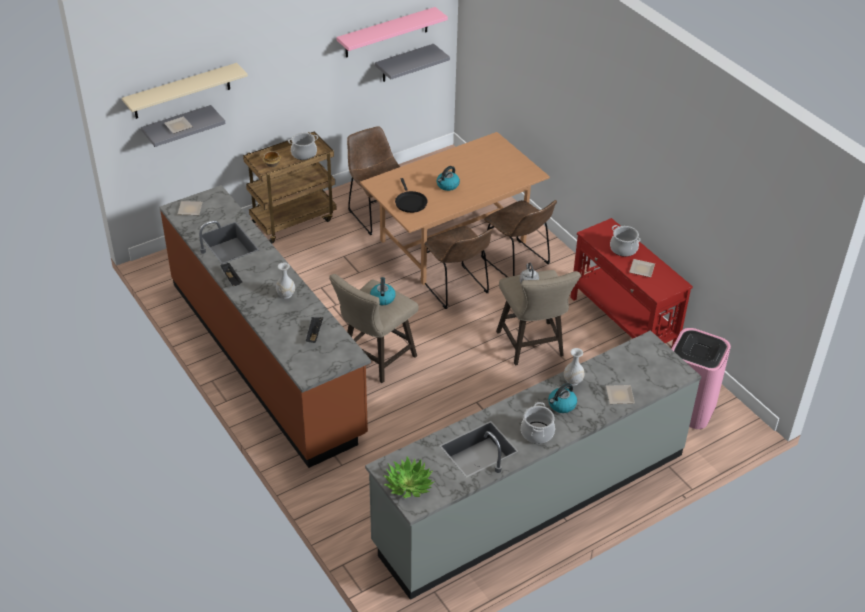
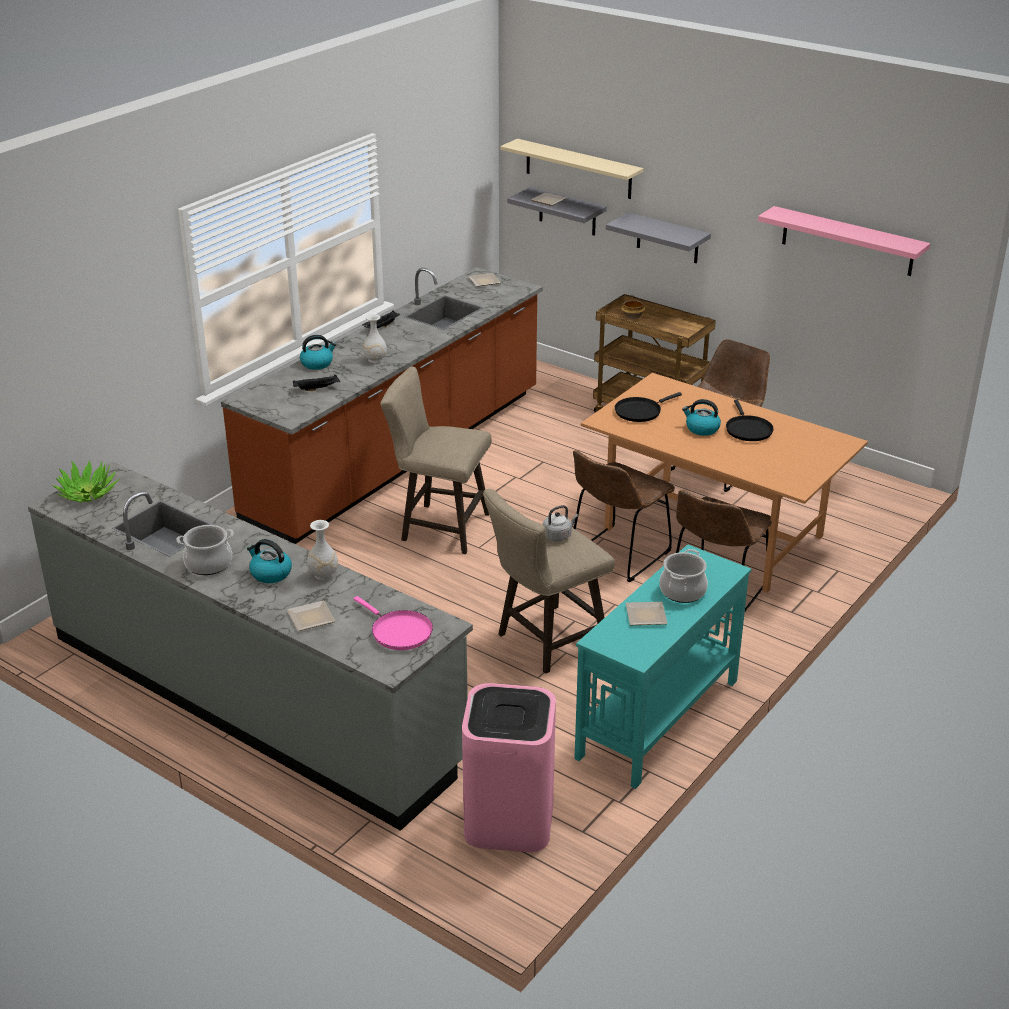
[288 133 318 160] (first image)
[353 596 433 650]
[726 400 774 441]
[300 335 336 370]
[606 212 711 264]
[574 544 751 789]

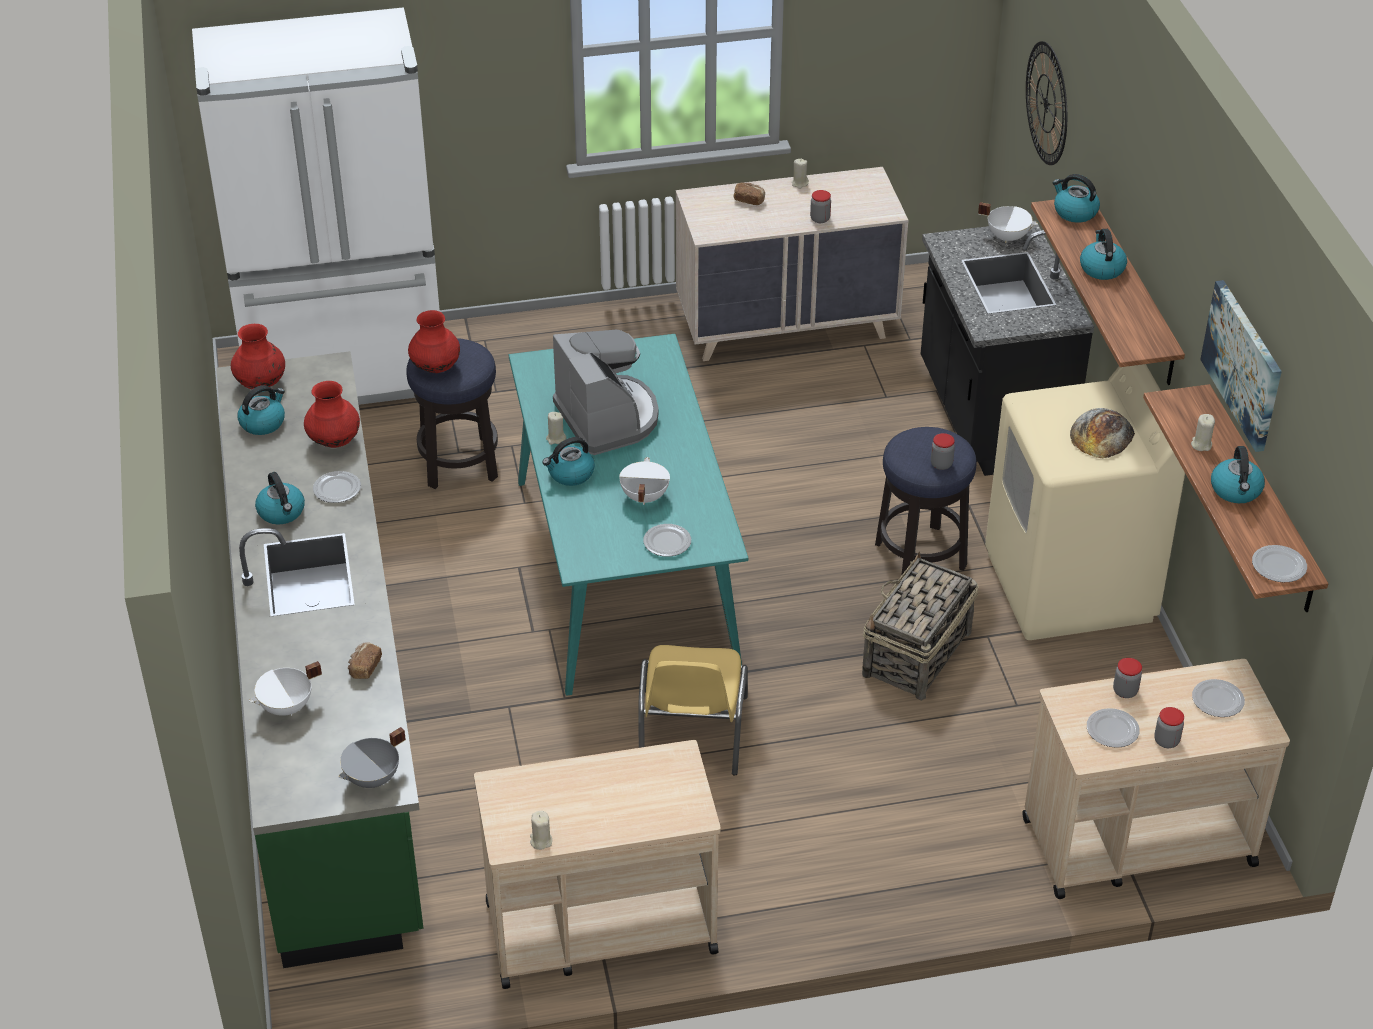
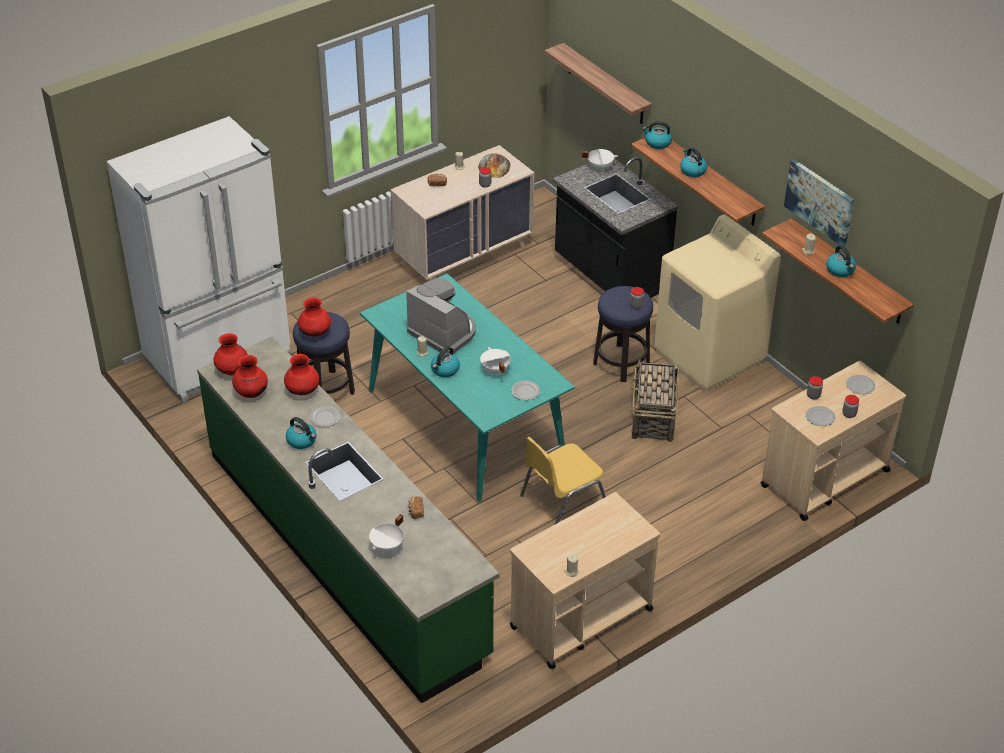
[339 727 406 788] (first image)
[1252 545 1307 582] (first image)
[478 153 510 178]
[232 355 268 398]
[544 43 651 124]
[520 437 606 524]

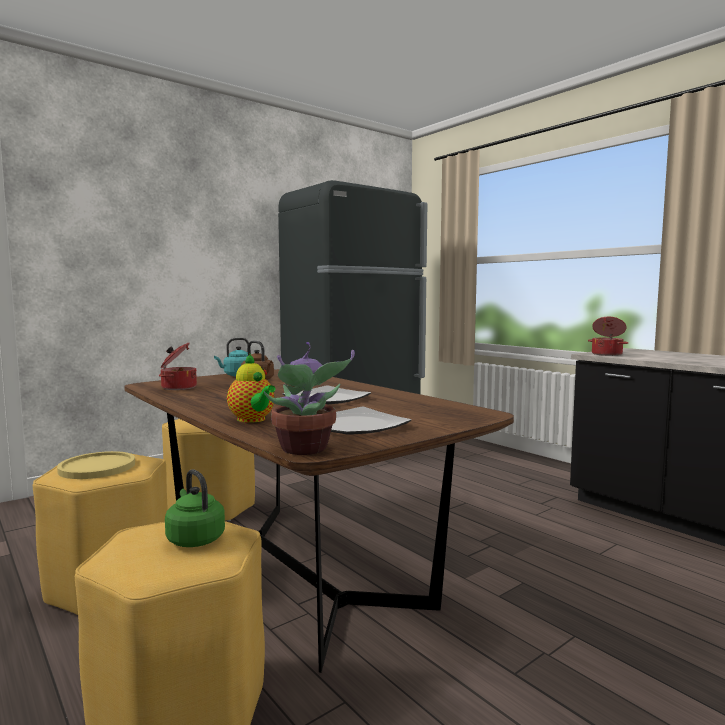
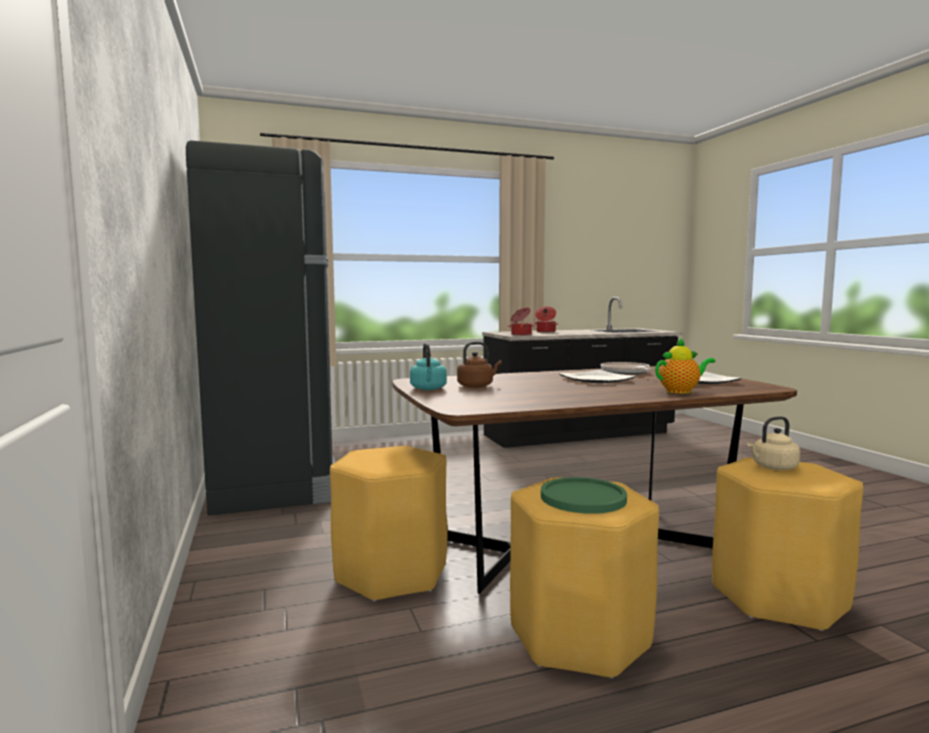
[264 342 355 455] (first image)
[601 362 651 374]
[534 306 558 333]
[541 477 627 514]
[747 416 800 470]

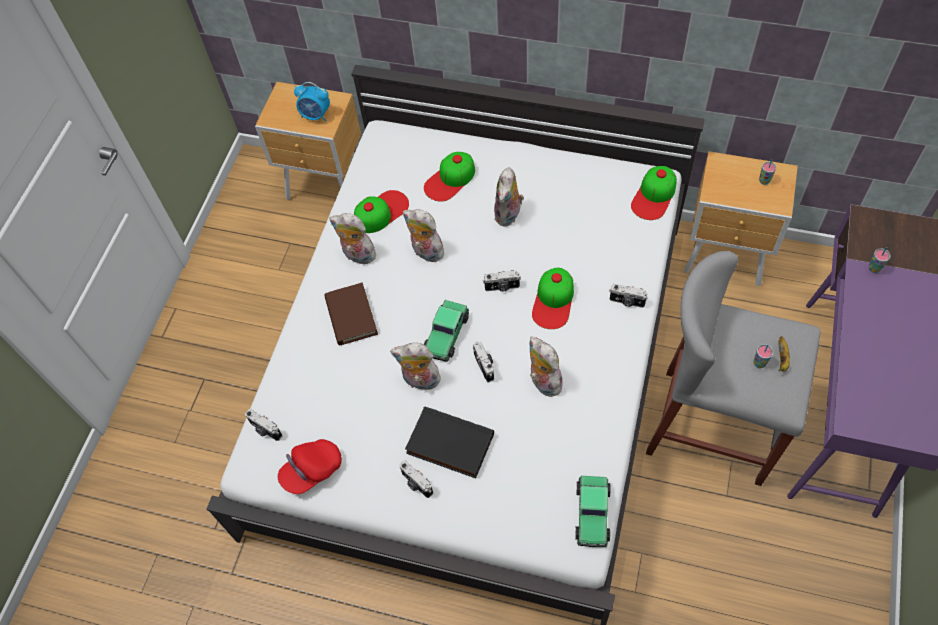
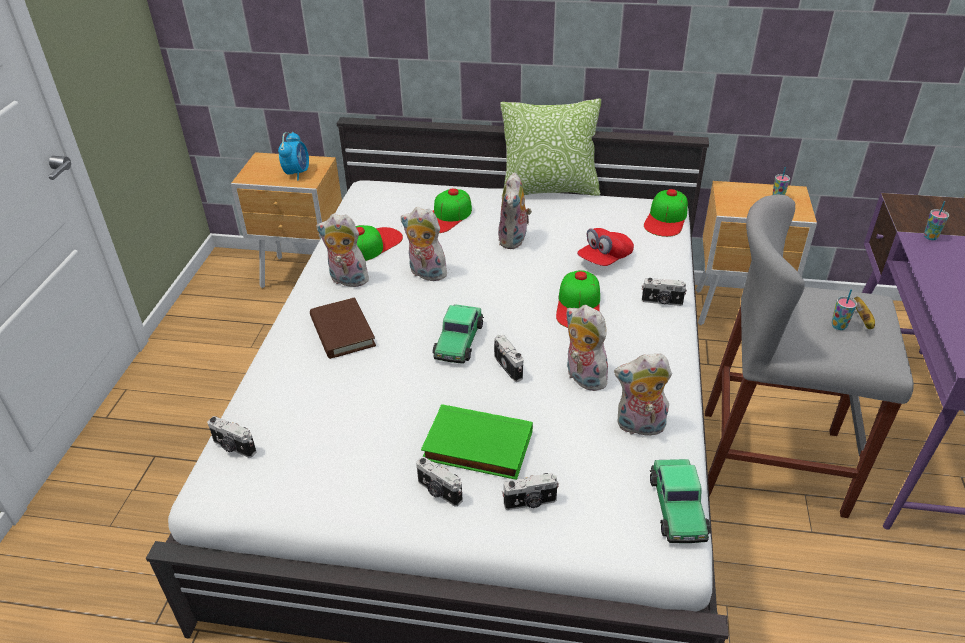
[501 99 601 196]
[577 228 634 266]
[614 354 672 436]
[502 473 559 510]
[421 404 533 480]
[278 132 309 181]

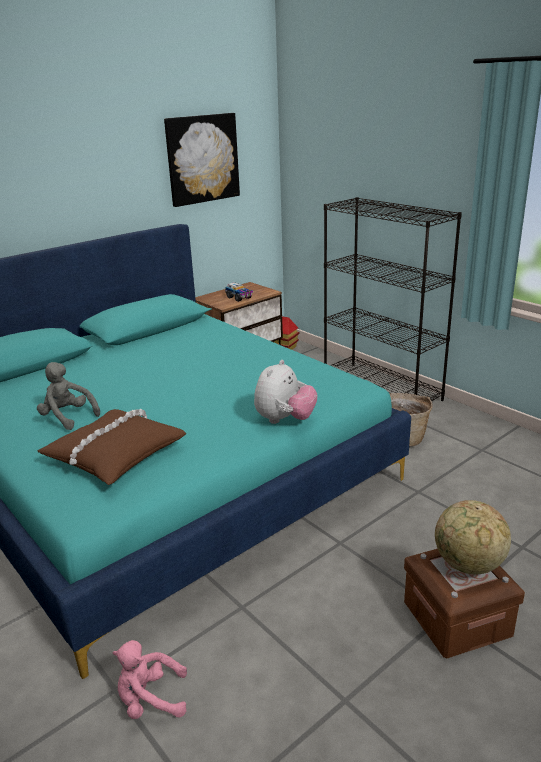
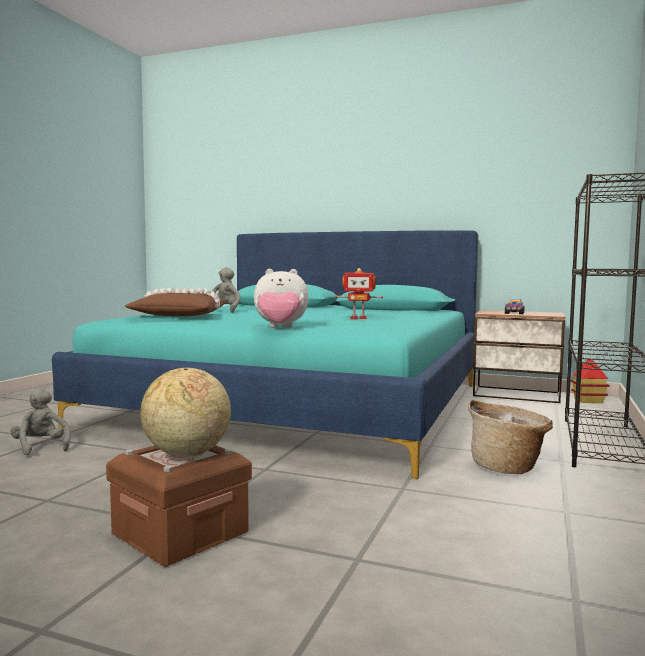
[164 113 240 207] (first image)
[335 268 383 319]
[10 388 71 456]

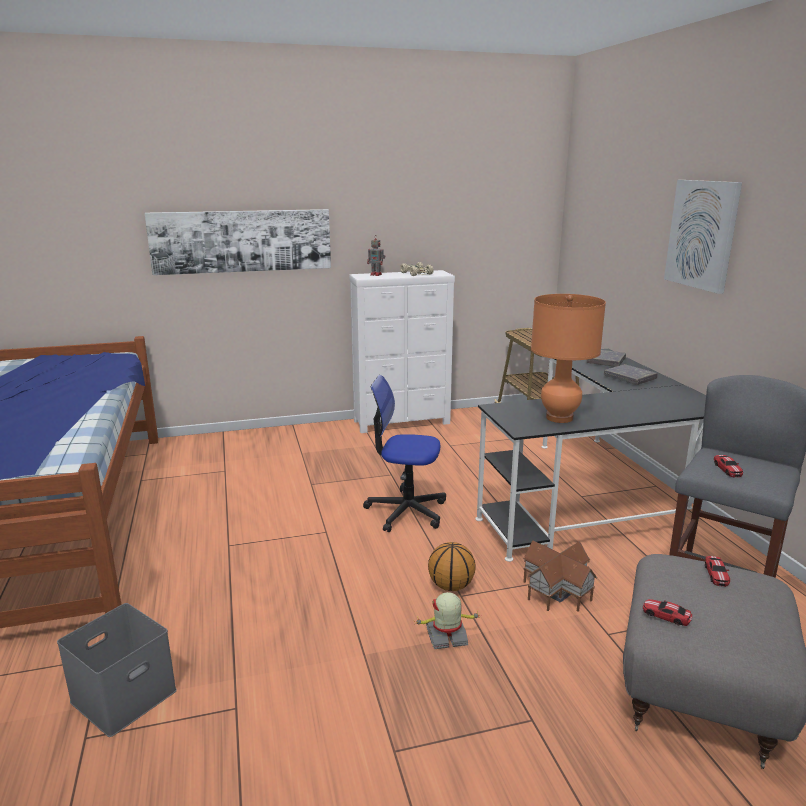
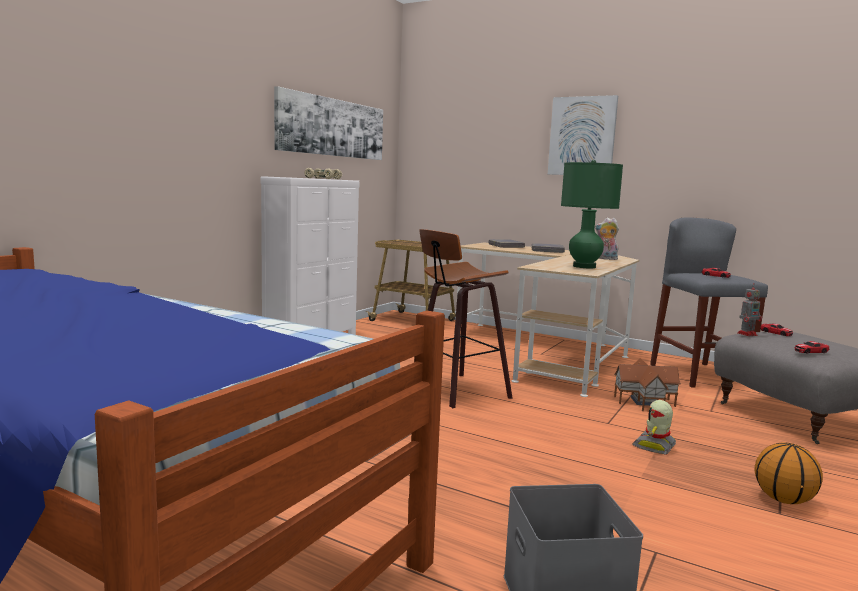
[595 218 619 260]
[274 86 383 160]
[737 283 762 336]
[755 442 823 504]
[419 229 513 408]
[457 243 639 397]
[561 160 623 268]

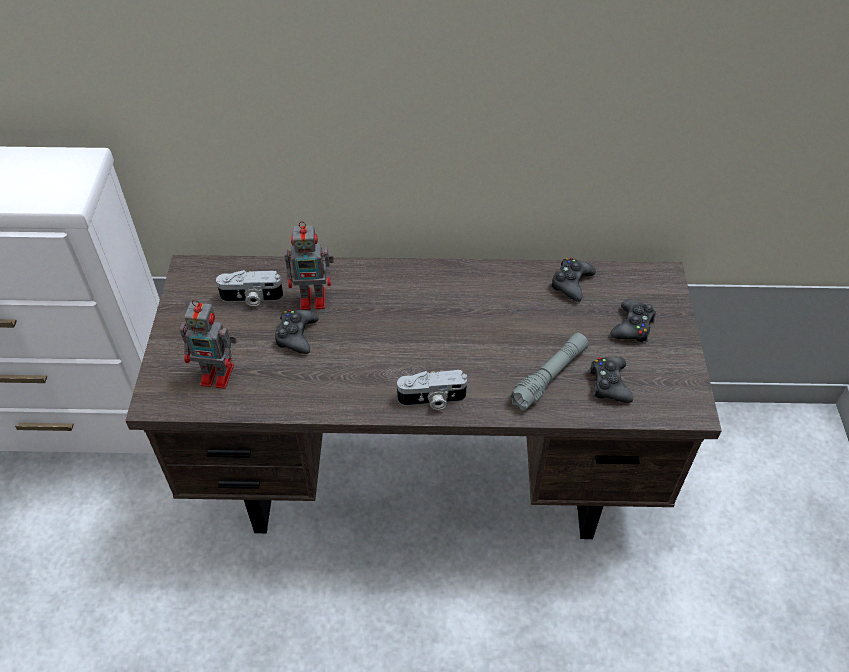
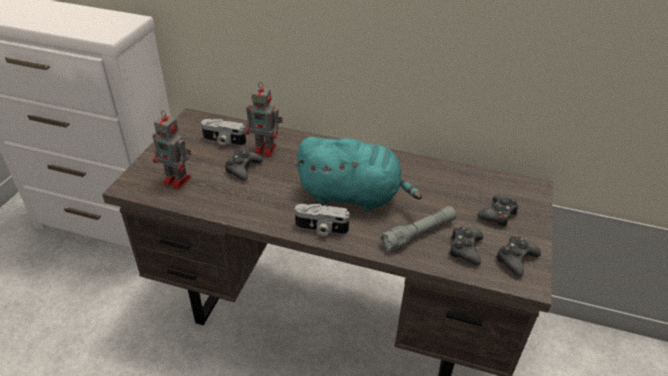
[295 137 422 211]
[496 236 541 277]

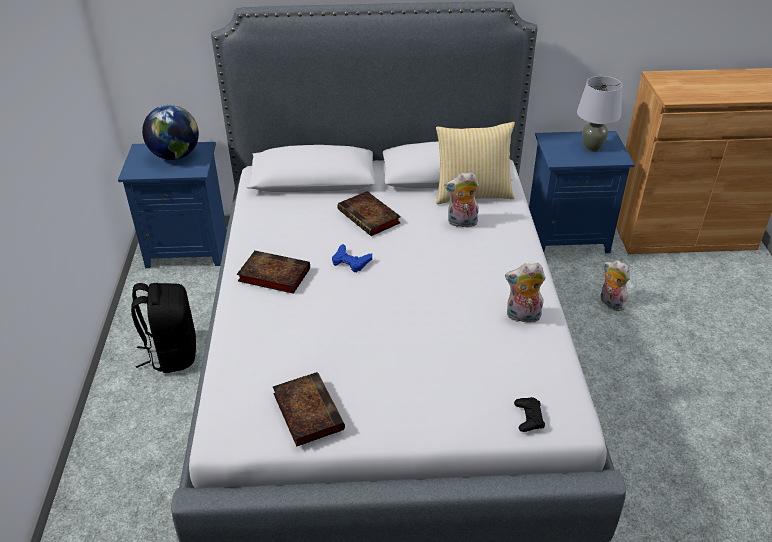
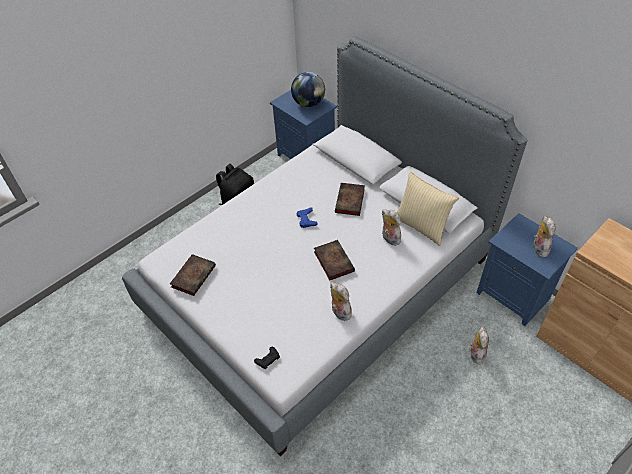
[314 240 355 281]
[533 216 556 257]

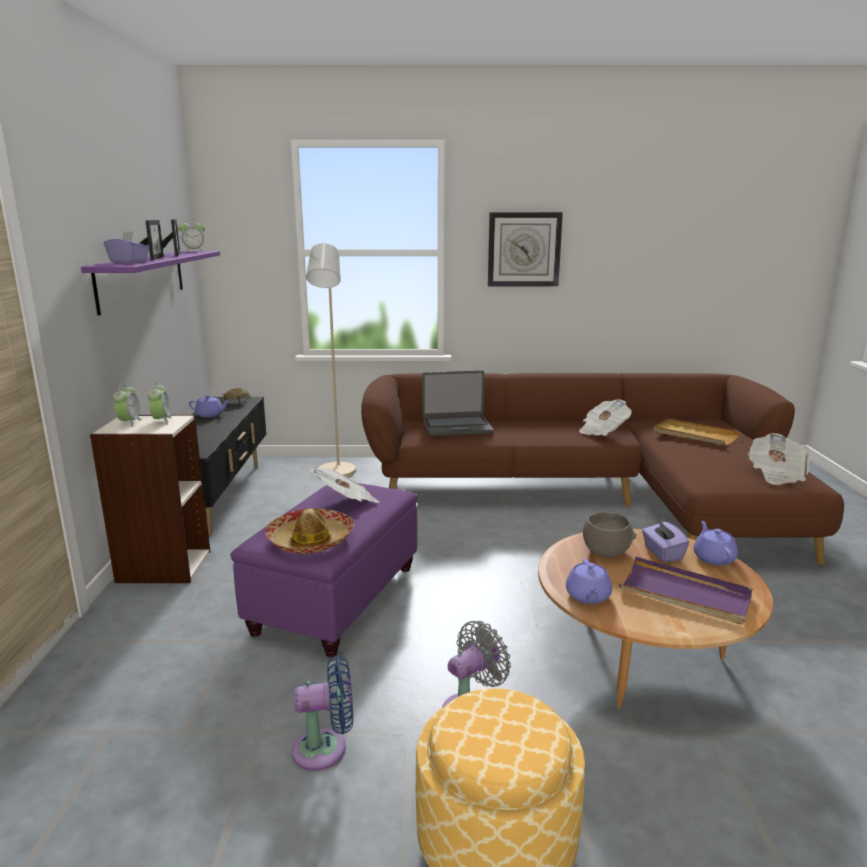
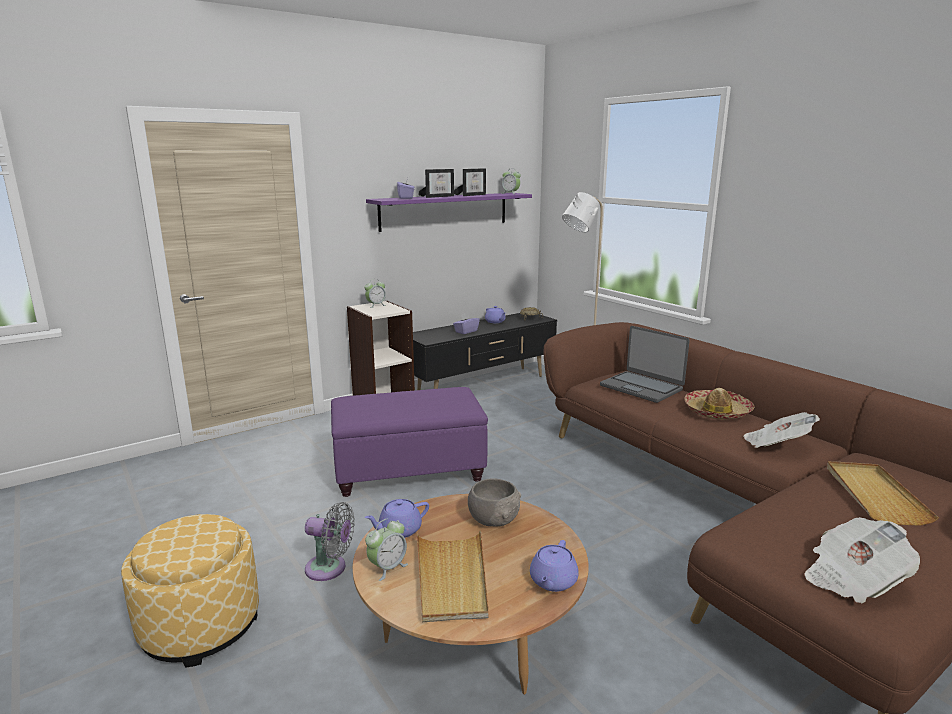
[292 656 353 771] (first image)
[310 468 379 503] (first image)
[488 212 563 286] (first image)
[365 519 408 581]
[684 388 755 419]
[453 313 480 334]
[417 530 488 622]
[530 540 579 592]

